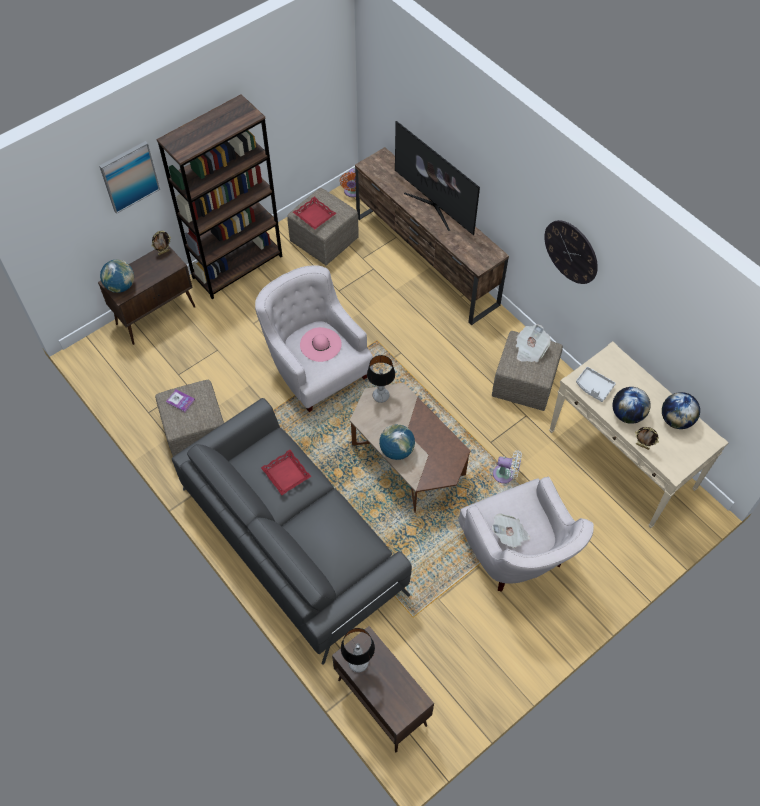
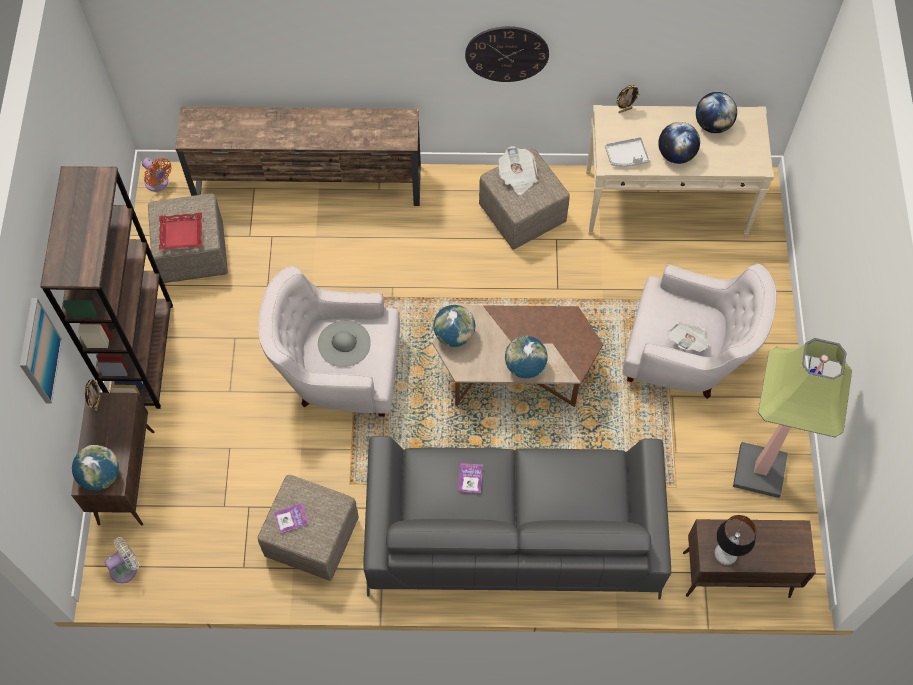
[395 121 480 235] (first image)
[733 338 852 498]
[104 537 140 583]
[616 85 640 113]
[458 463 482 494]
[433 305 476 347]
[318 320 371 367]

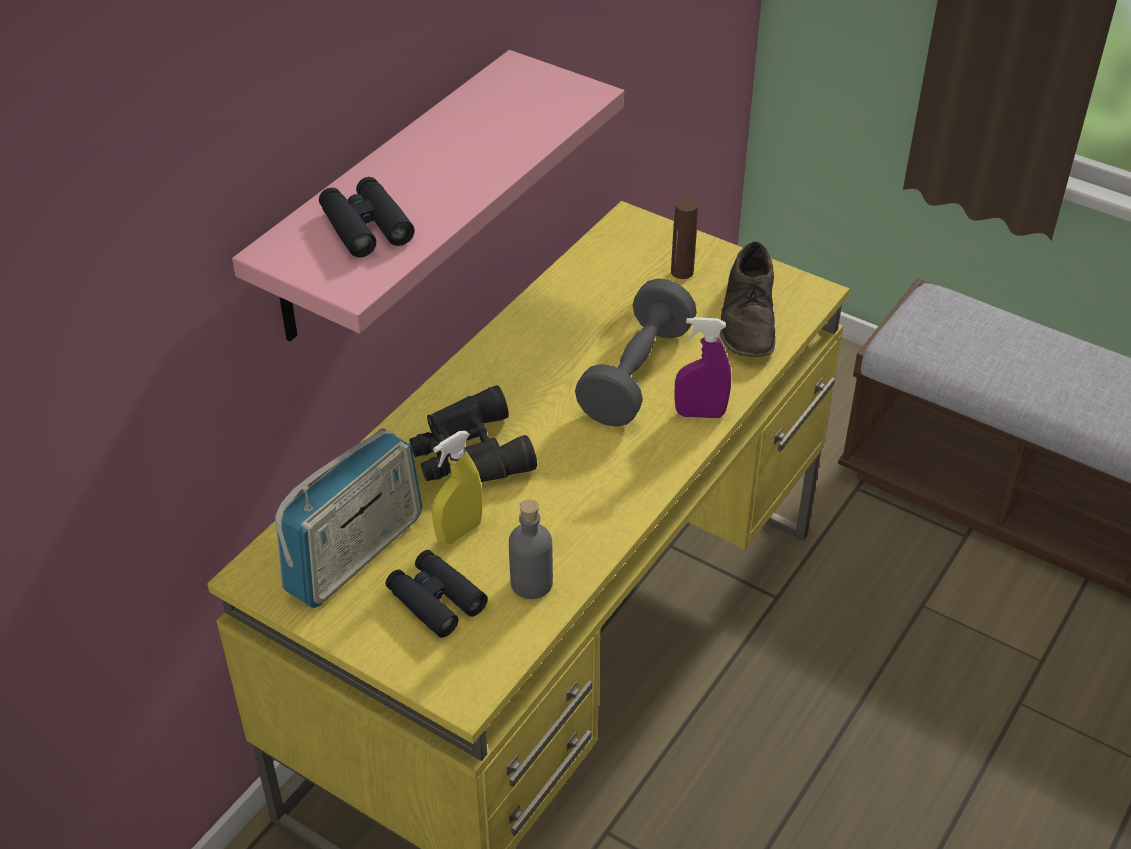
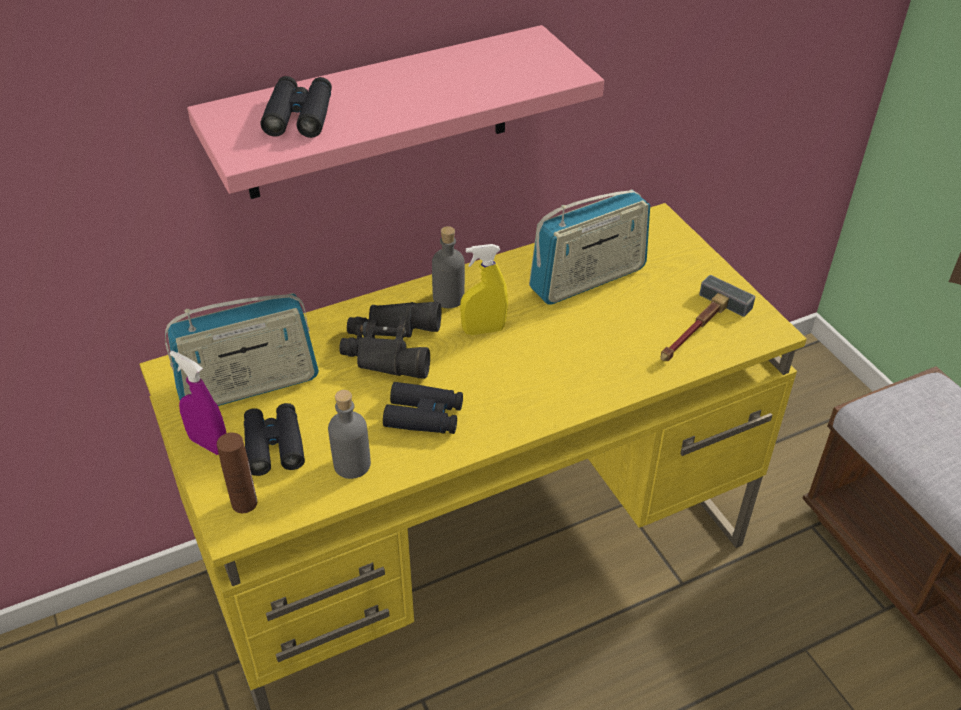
[575 278 697 427] (first image)
[383 382 463 434]
[432 226 465 308]
[529 189 650 305]
[460 244 508 335]
[217 433 257 513]
[170 351 226 455]
[660 275 755 361]

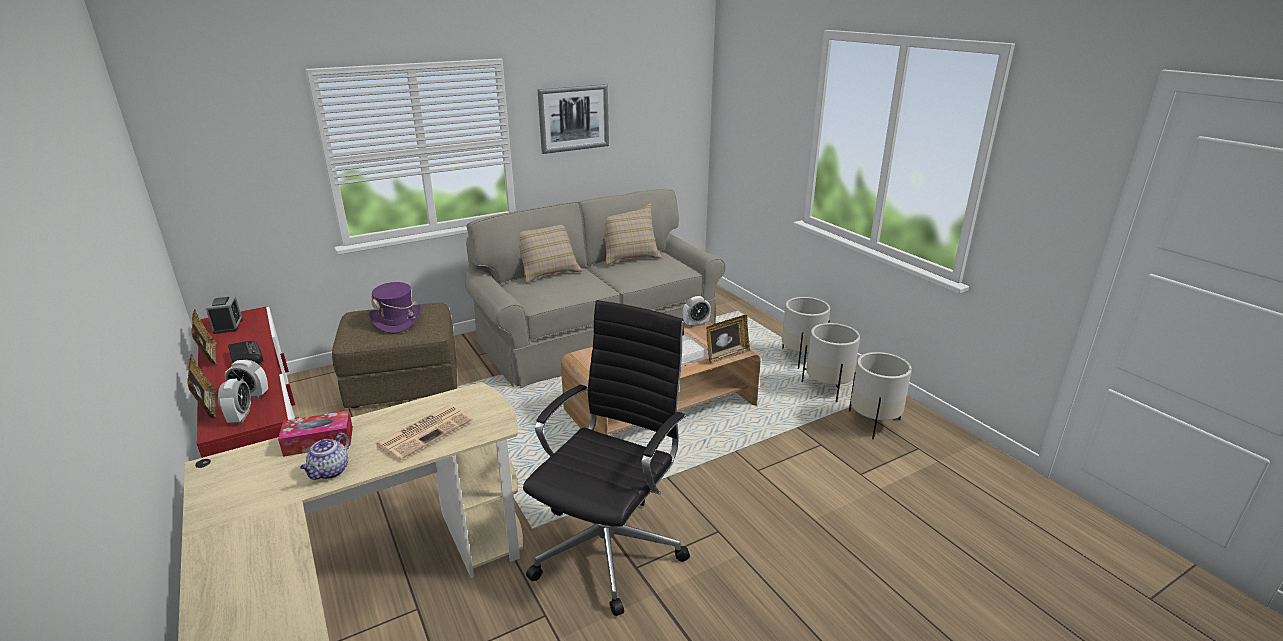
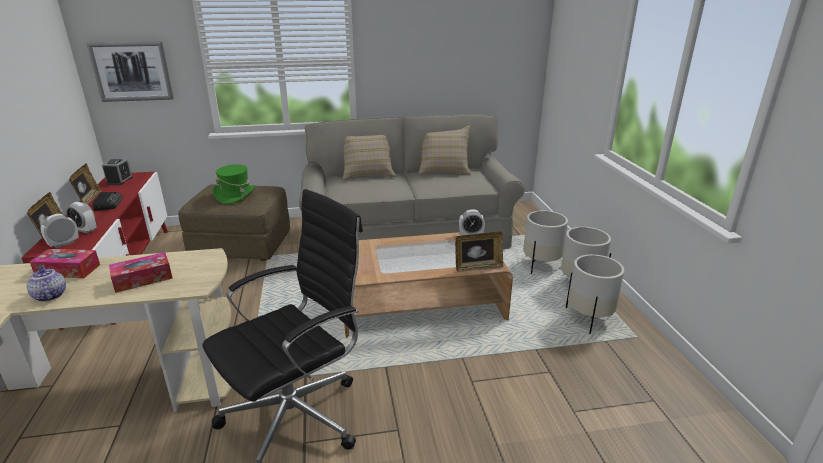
[86 42 174 102]
[523 210 568 274]
[109 252 173 293]
[213 164 256 204]
[40 214 79 248]
[27 265 66 302]

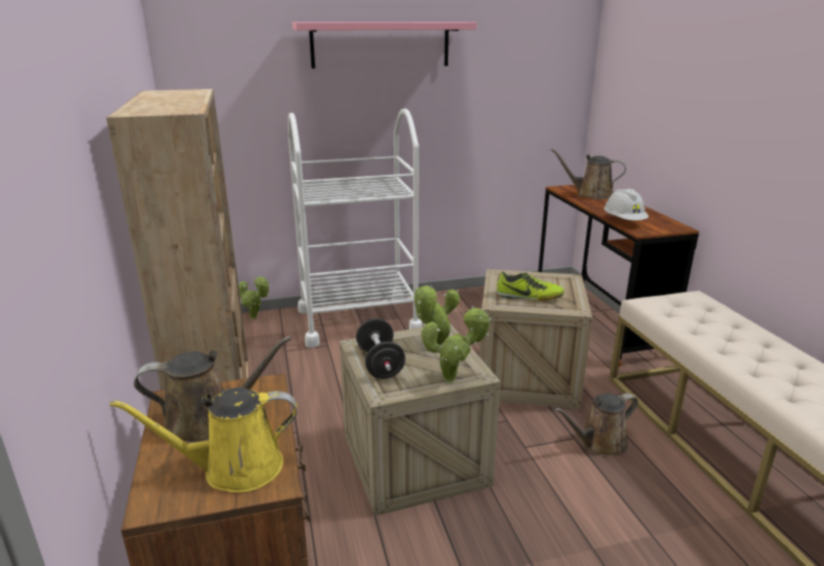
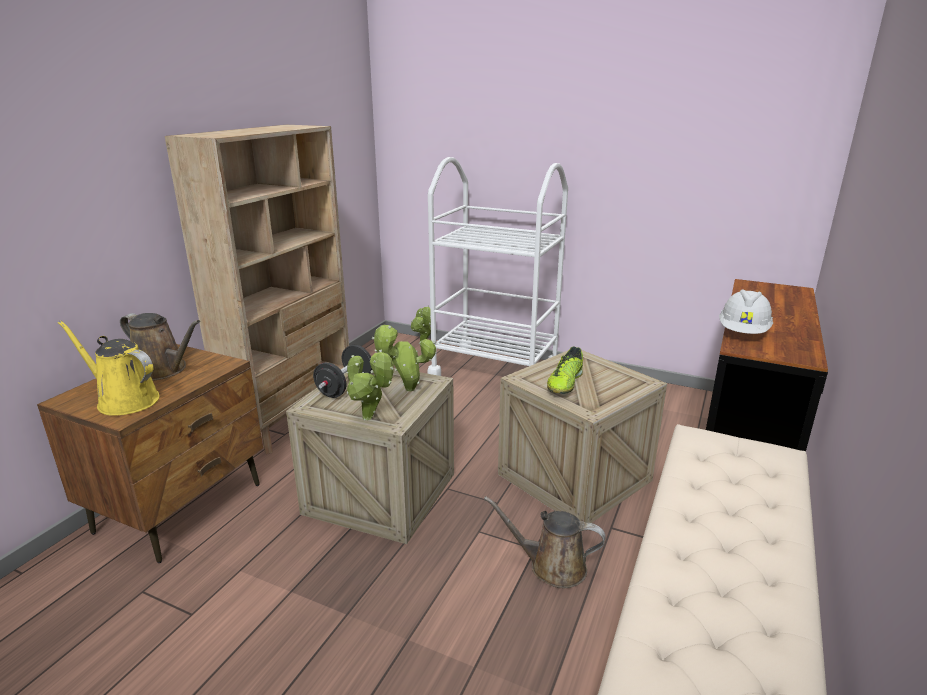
[292 22 477 69] (first image)
[550 148 626 199] (first image)
[547 346 583 394]

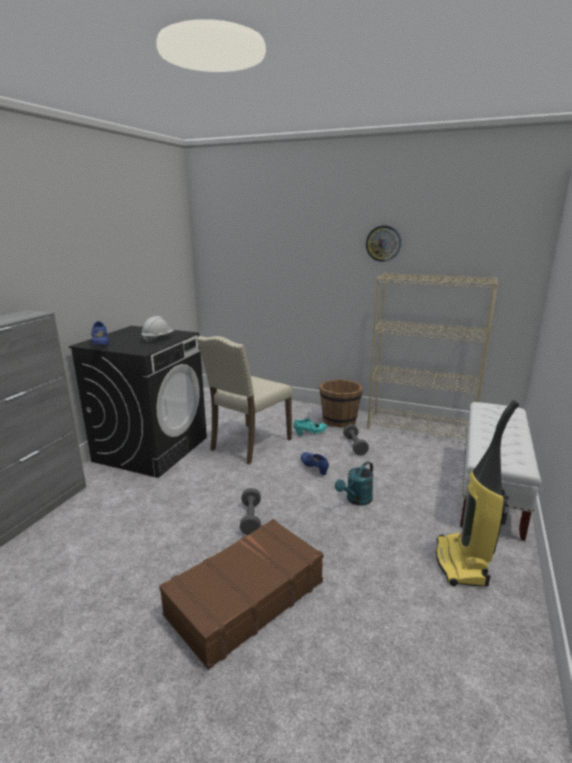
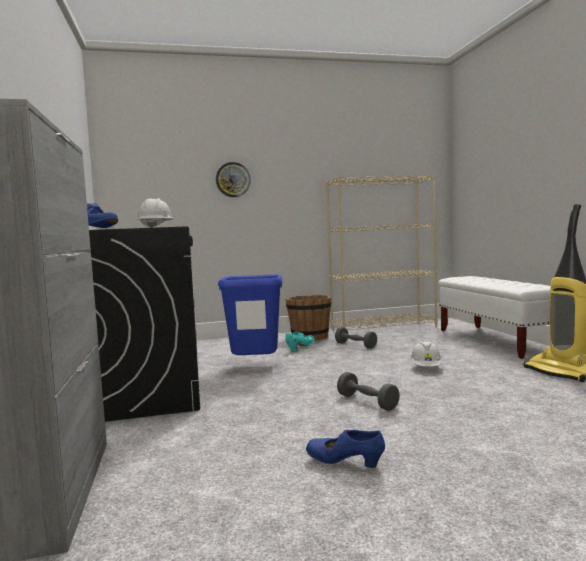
[159 519 324 670] (first image)
[306 430 385 468]
[216 162 251 197]
[218 274 283 355]
[410 341 442 367]

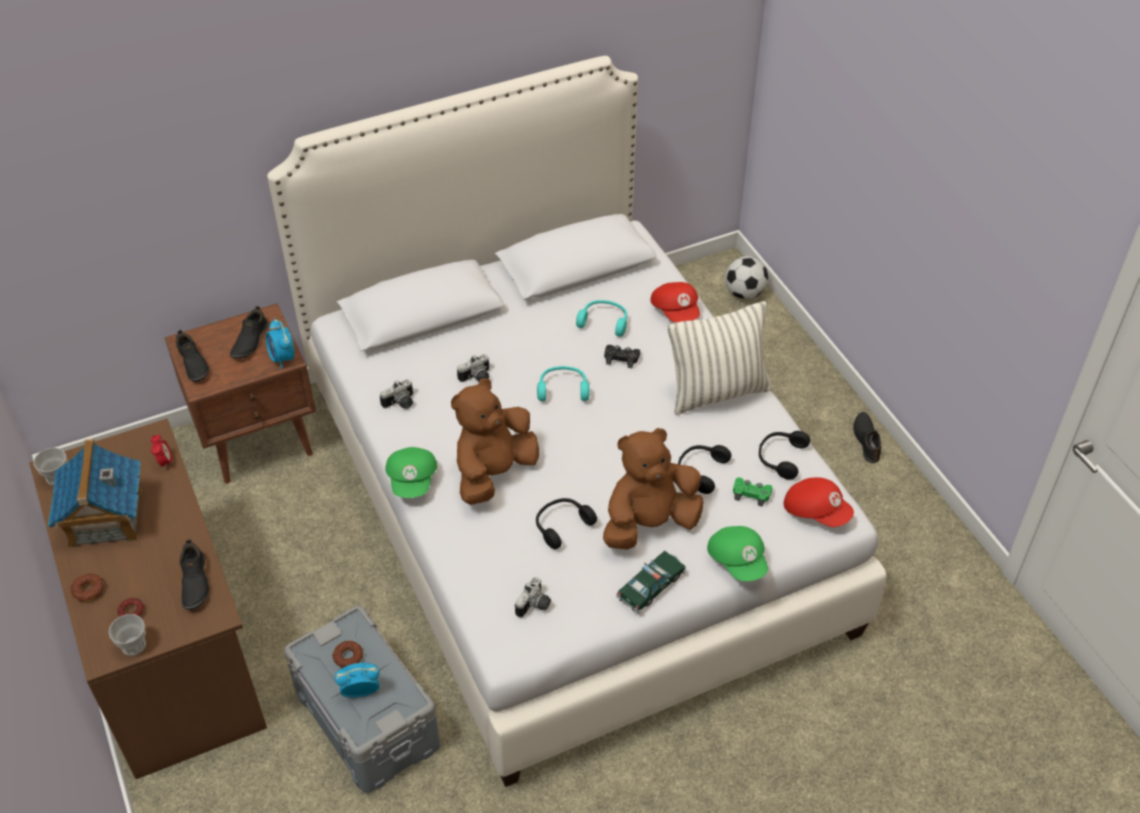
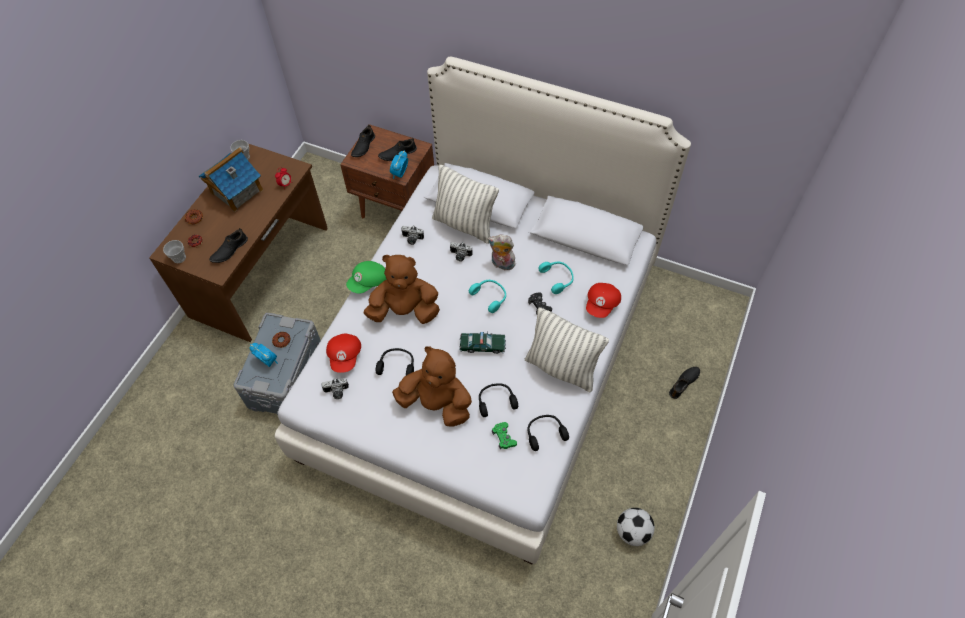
[707 526 768 581] (first image)
[432 164 499 244]
[487 235 515 270]
[459 332 506 354]
[617 508 655 546]
[326 334 361 373]
[669 367 700 399]

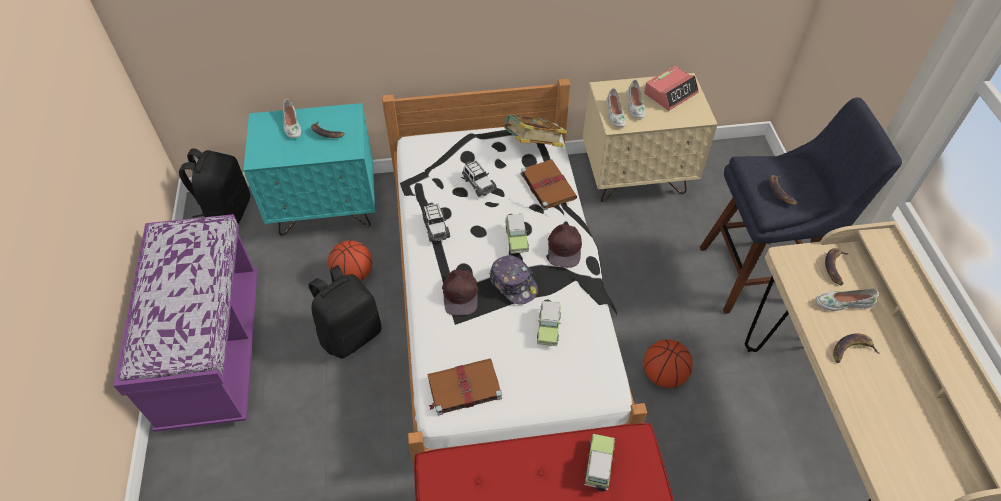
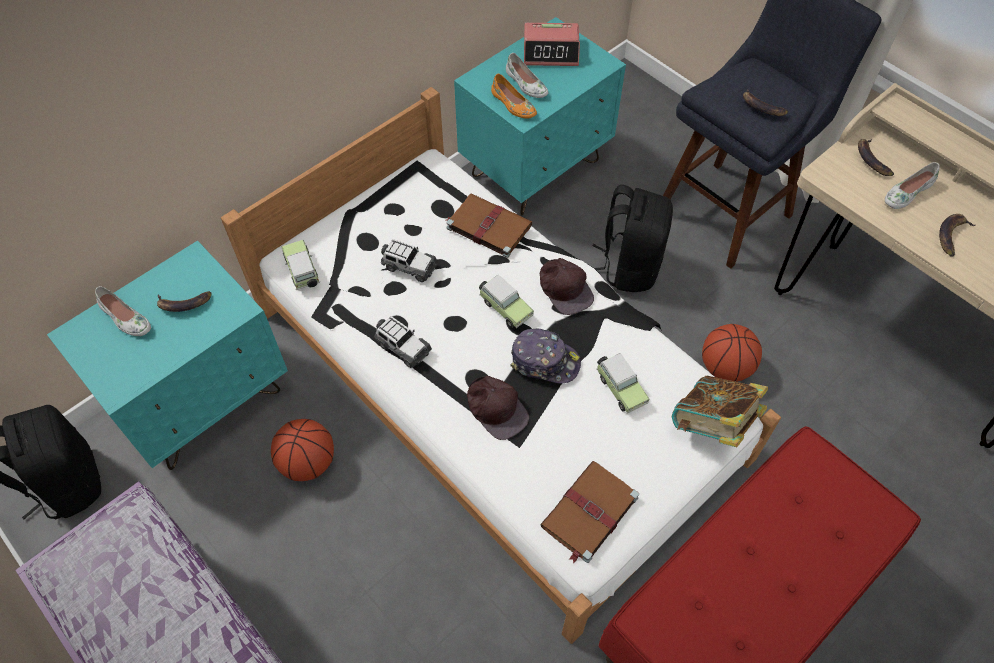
[592 185 673 292]
[672 376 768 447]
[282 240 320 290]
[454 17 626 216]
[491 74 537 119]
[524 23 580 66]

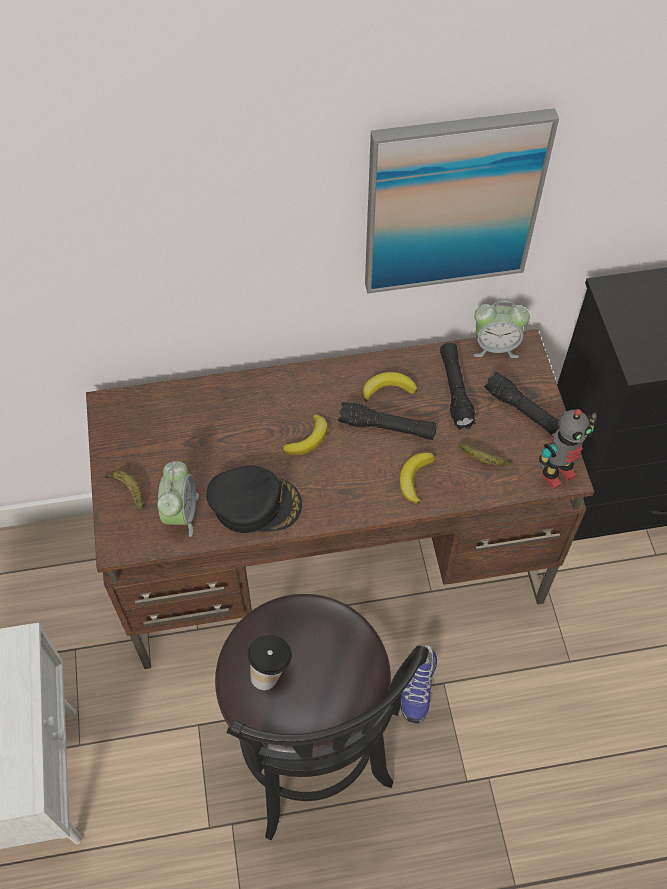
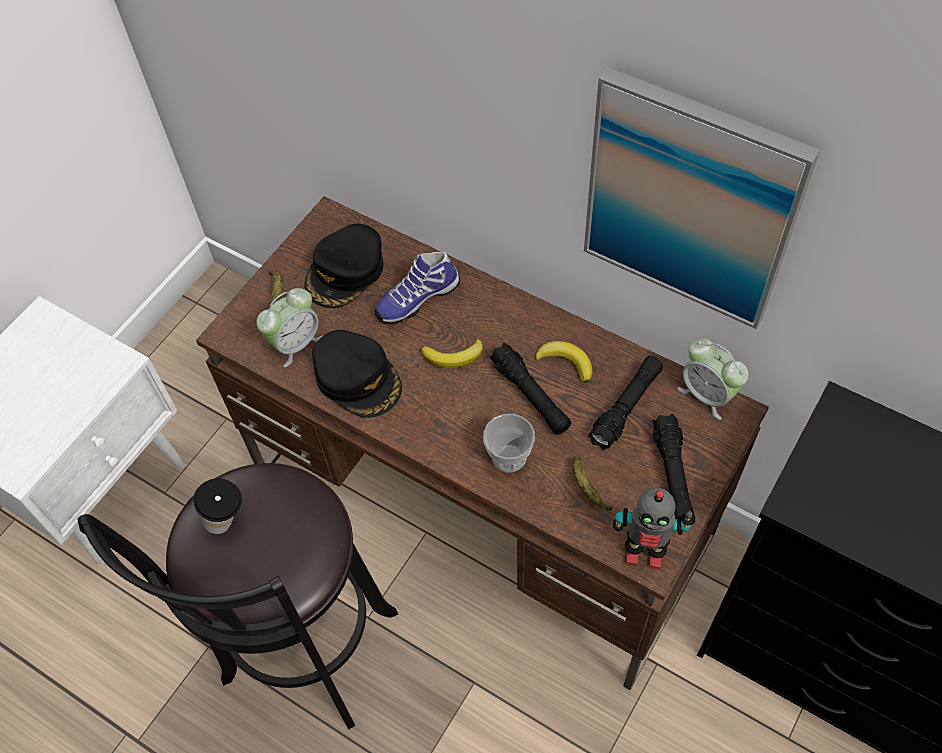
[304 224 384 308]
[375 252 460 324]
[483 414 535 472]

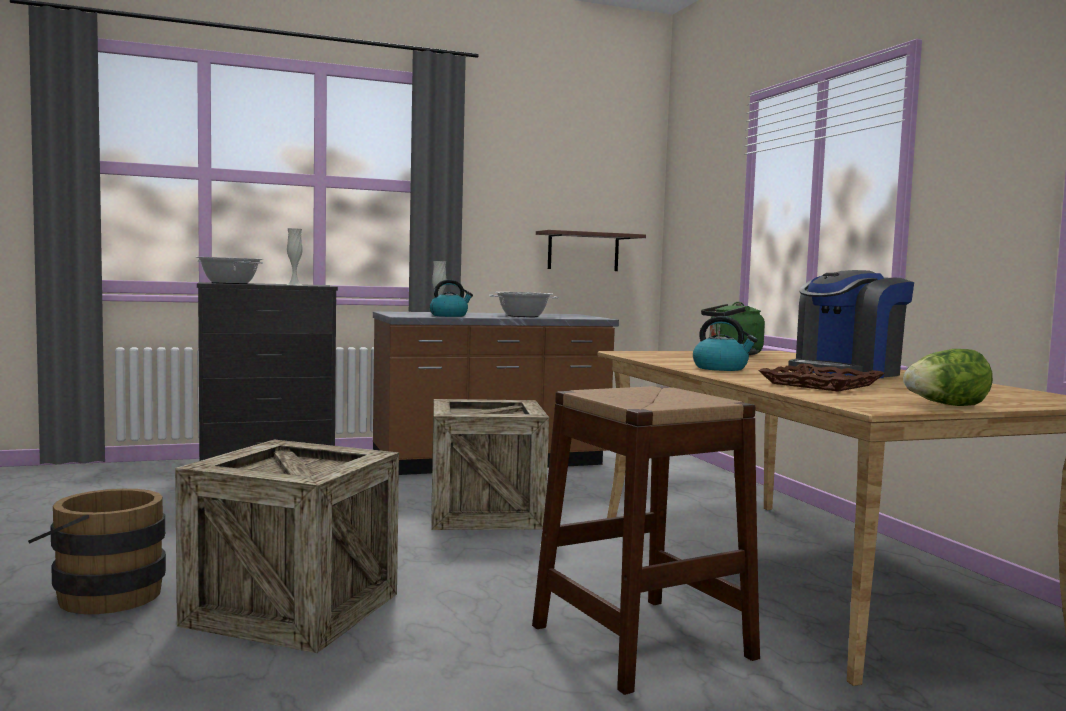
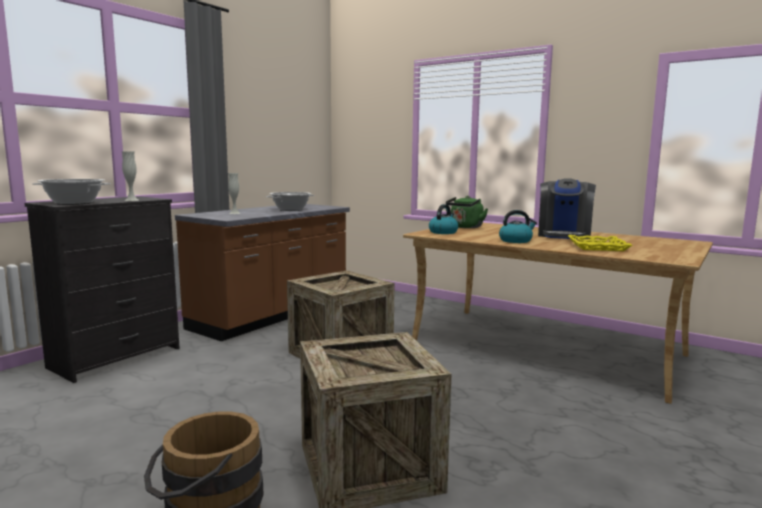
[532 386 760 695] (first image)
[536 230 646 271] (first image)
[903 349 993 406] (first image)
[429 204 458 234]
[568 235 633 251]

